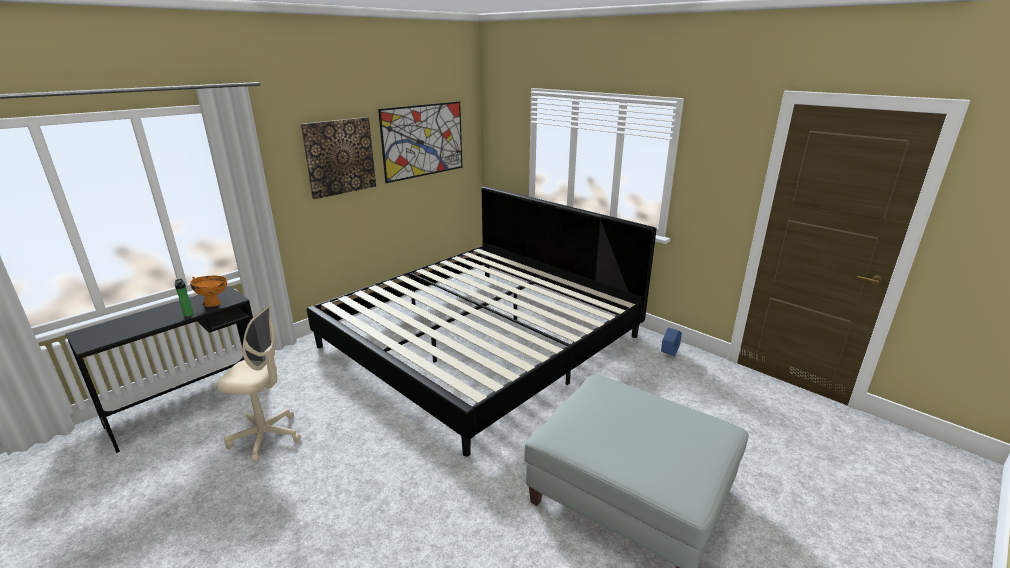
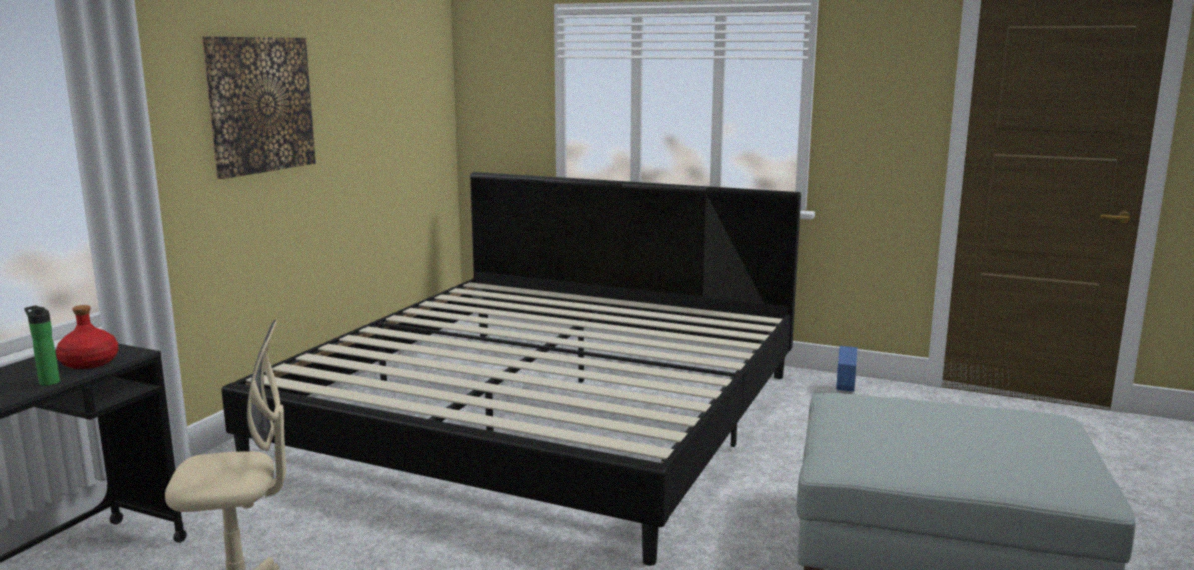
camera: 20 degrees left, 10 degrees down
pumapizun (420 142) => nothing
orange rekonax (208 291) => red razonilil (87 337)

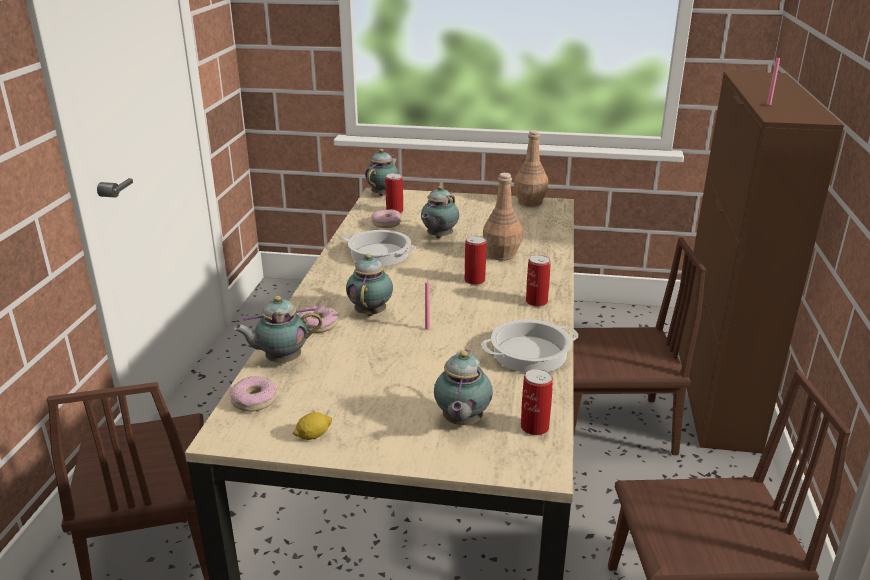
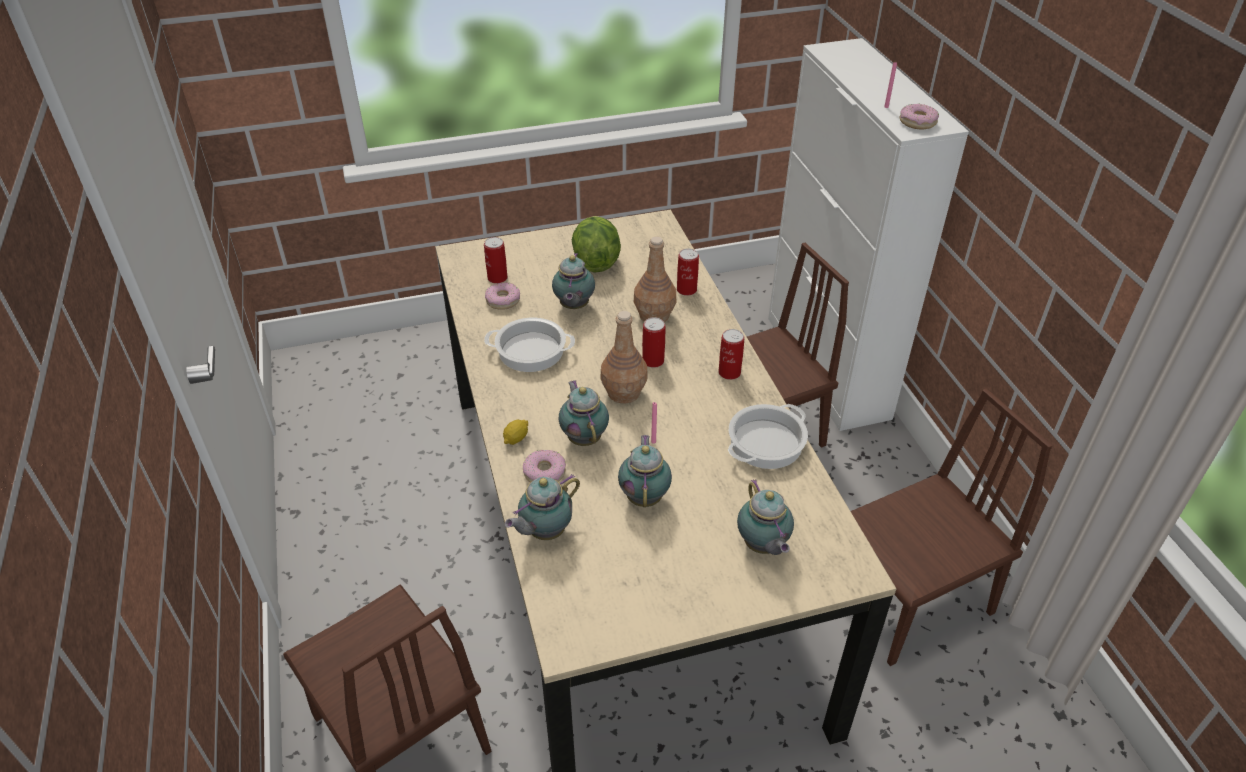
camera: 25 degrees left, 15 degrees up
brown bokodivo (761 262) => white bokodivo (868 234)
brown razonilil (531 168) => brown razonilil (624 357), moved
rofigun (382 172) => rofigun (645 471), moved
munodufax (537 402) => munodufax (688 272), moved
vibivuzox (253 394) => vibivuzox (919 116), moved
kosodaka (312 426) => kosodaka (515 432), moved
nothing => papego (596 244)

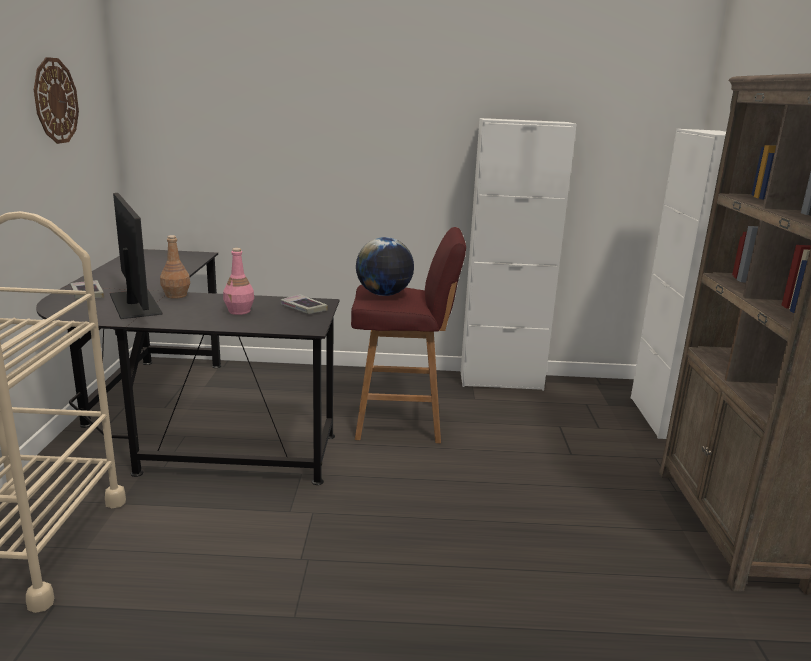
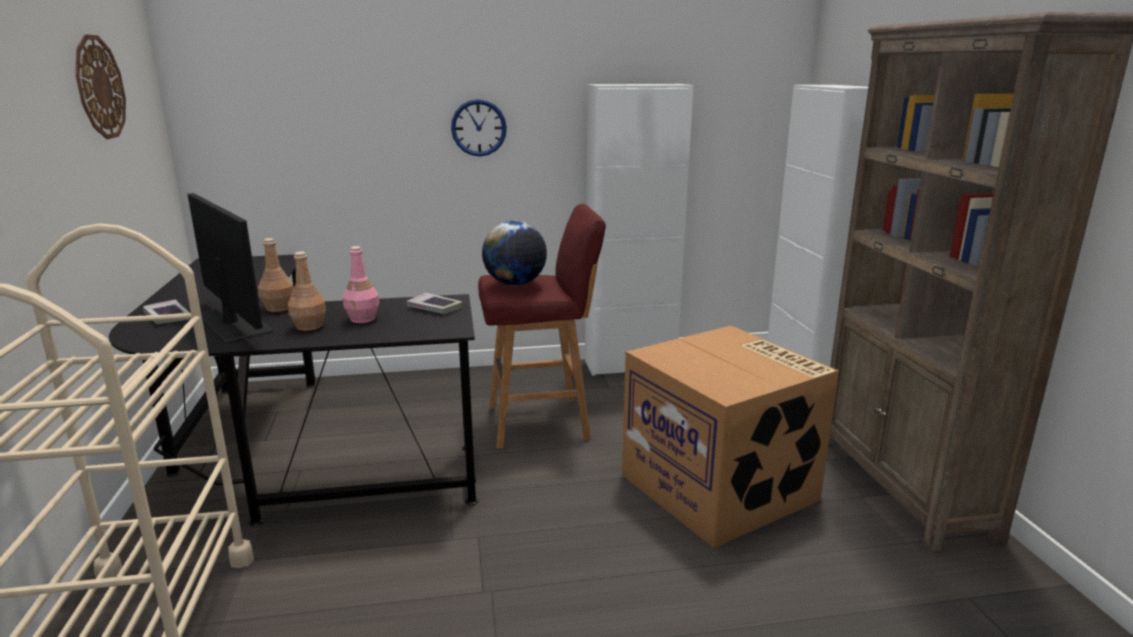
camera: 10 degrees left, 0 degrees up
nothing => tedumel (479 127)
nothing => brown razonilil (307 291)
nothing => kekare (730 437)

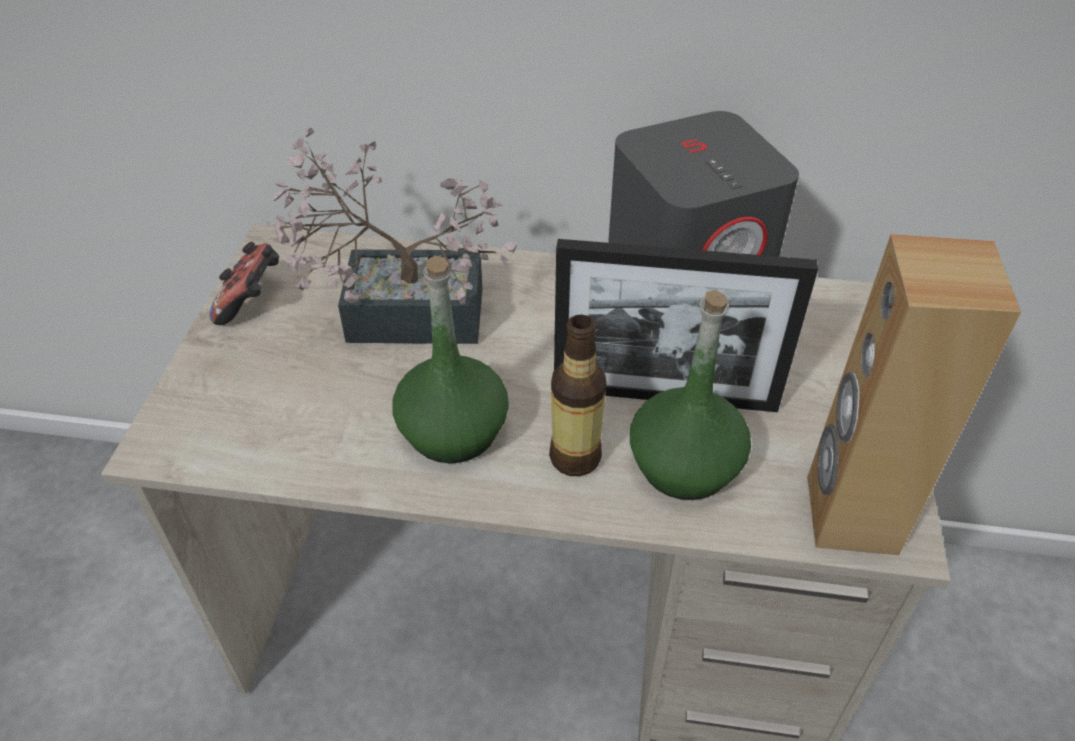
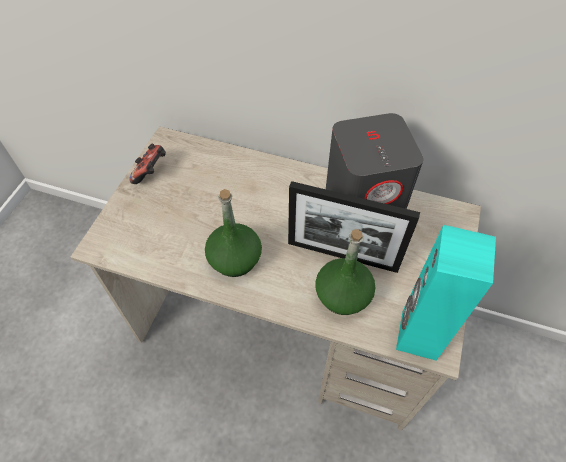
camera: 10 degrees right, 10 degrees up
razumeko (392 236) => nothing
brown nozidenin (914 394) => turquoise nozidenin (446 293)
razonilil (578 395) => nothing

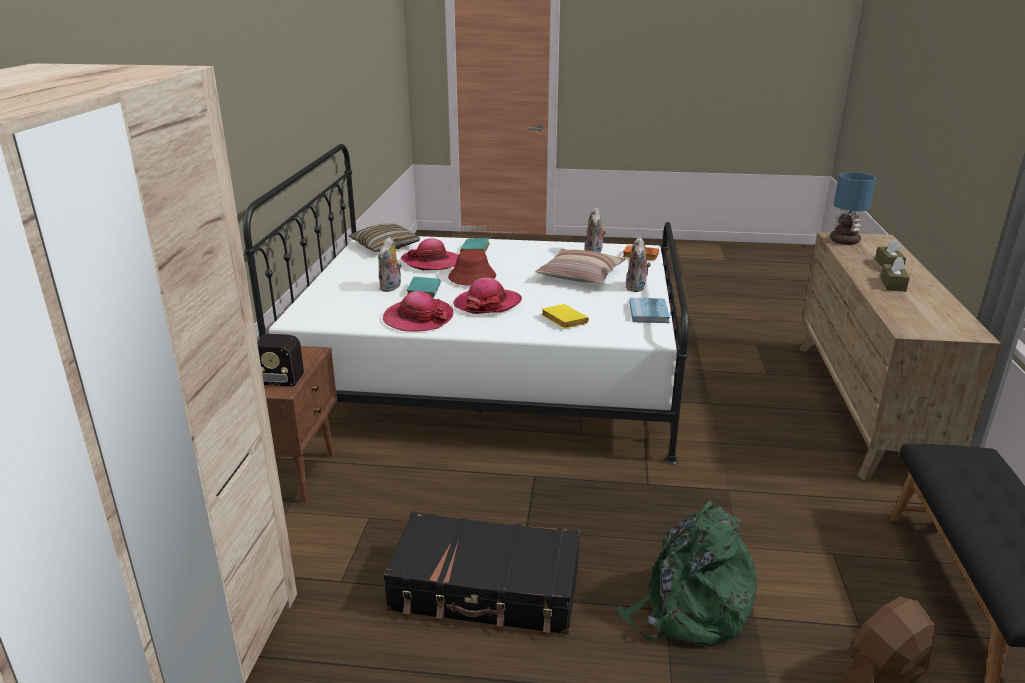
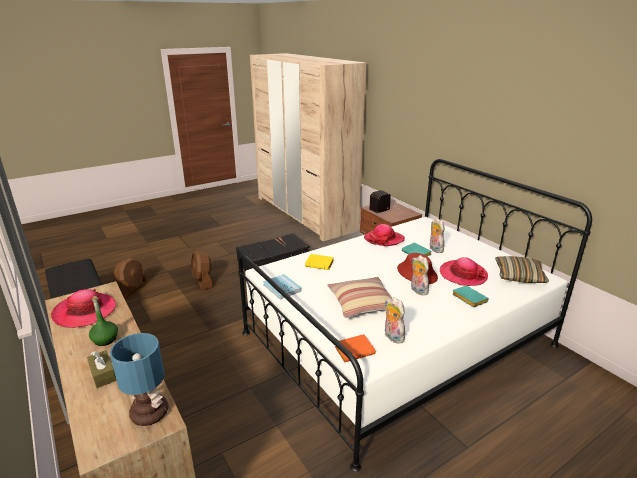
camera: 140 degrees right, 0 degrees up
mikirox (638 264) => mikirox (420 275), moved
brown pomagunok (895 274) => green razonilil (103 321)
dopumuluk (487 295) => dopumuluk (83 308), moved
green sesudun (686 574) => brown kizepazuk (202 270)

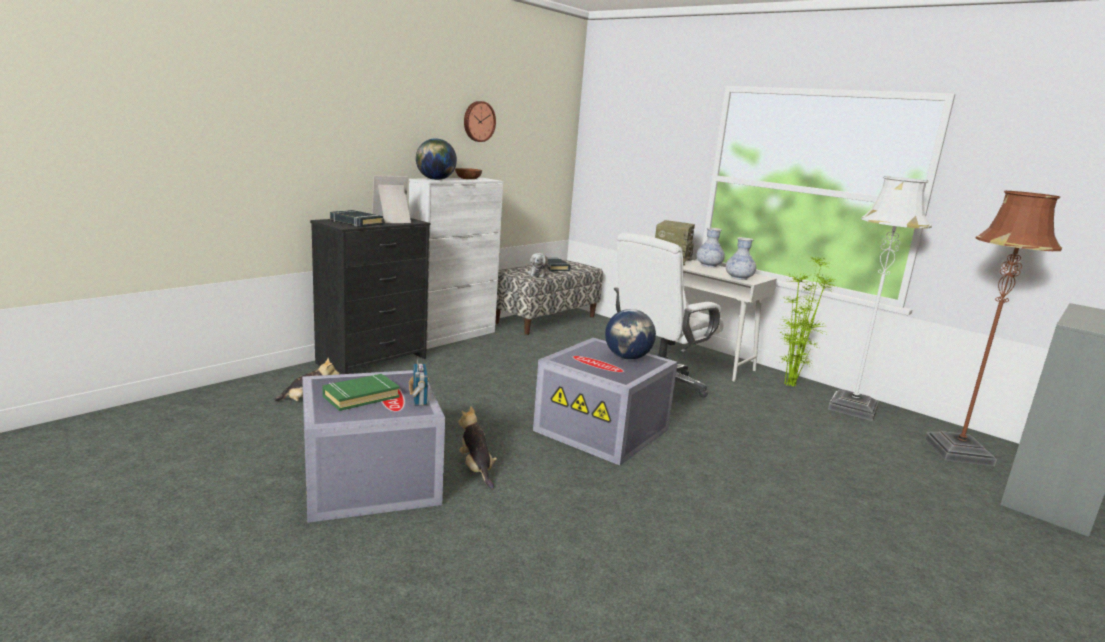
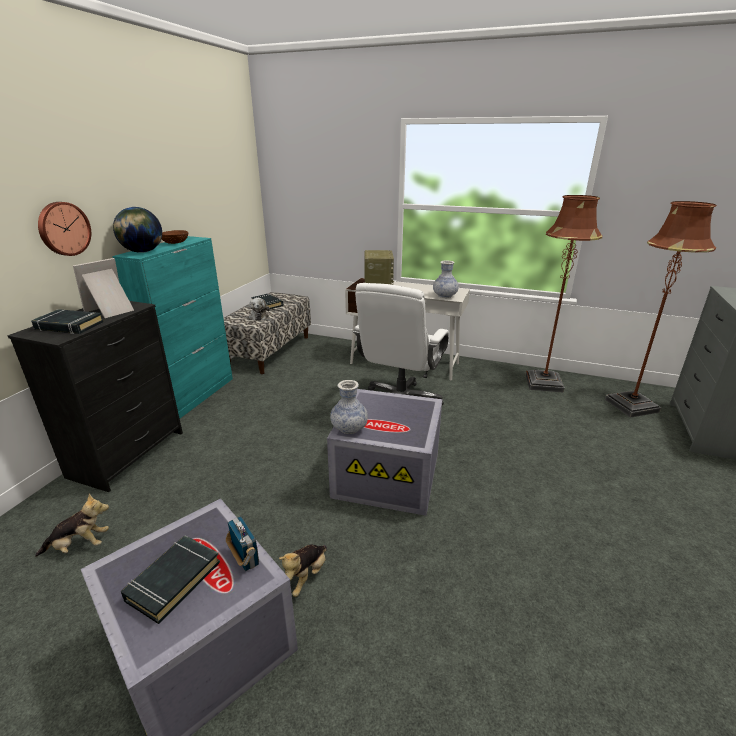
camera: 20 degrees left, 10 degrees up
tedumel (480 121) => tedumel (64 229), moved
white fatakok (880 298) => brown fatakok (564 294)
white bokodivo (456 263) => turquoise bokodivo (172 327)
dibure (710 247) => dibure (349 407), moved
razumeko (807 321) => nothing
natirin (630 334) => nothing
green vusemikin (361 392) => black vusemikin (170 580)
mikirox (477 447) => mikirox (303 571), 105 degrees counterclockwise

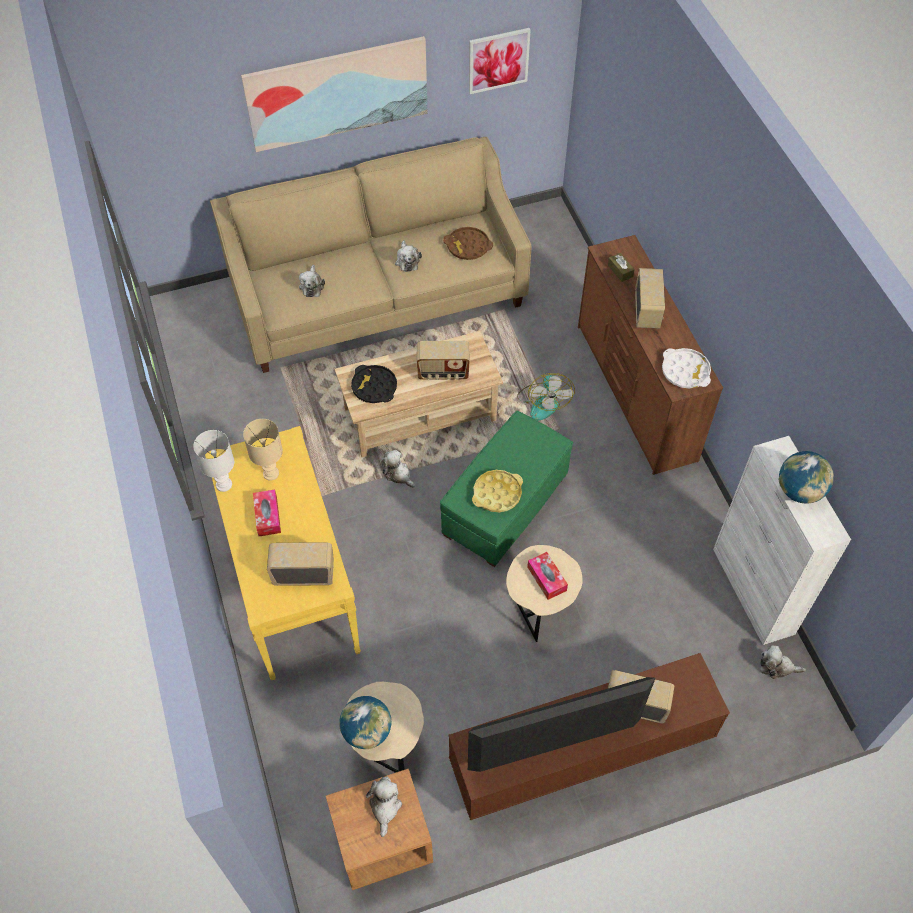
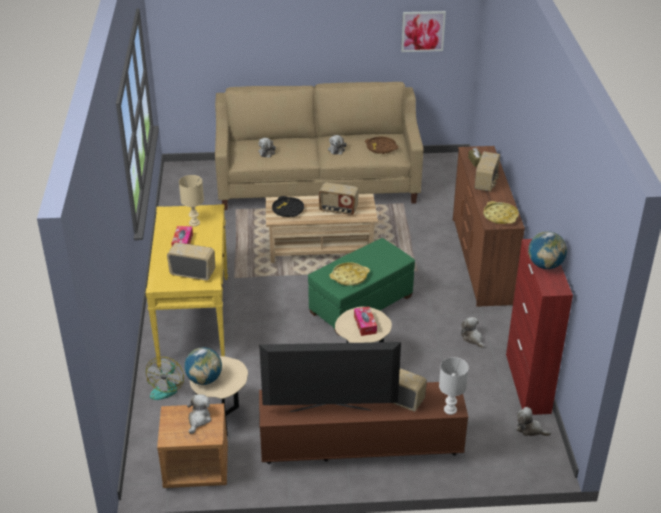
camera: 15 degrees right, 20 degrees down
pumapizun (334 94) => nothing
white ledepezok (686 368) => yellow ledepezok (501 212)
kizepazuk (546 396) => kizepazuk (165 378), moved
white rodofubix (213 461) => white rodofubix (454 386), moved
white bokodivo (782 540) => red bokodivo (539 327)
mikirox (398 469) => mikirox (473 332), moved

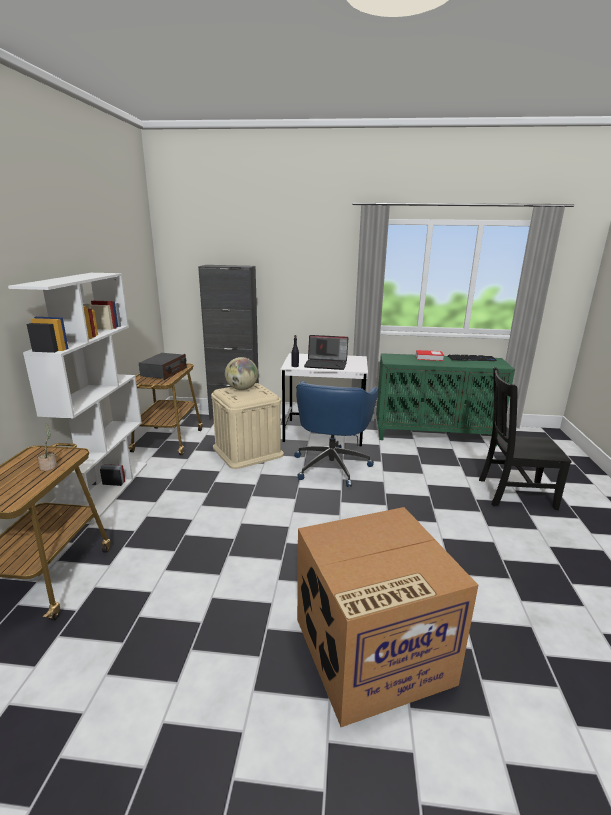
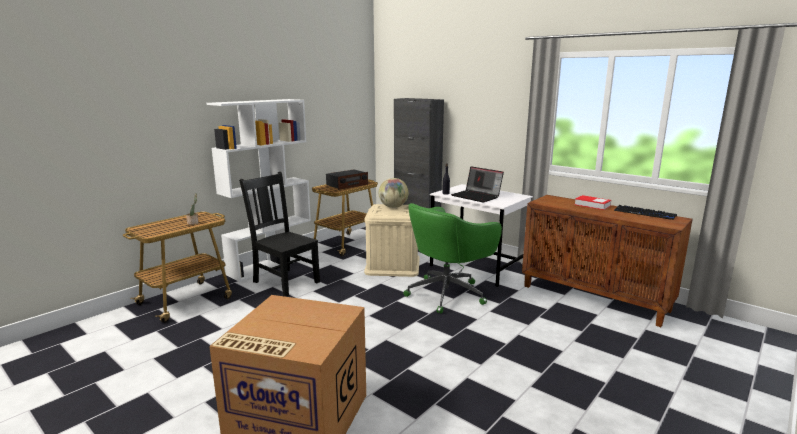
camera: 35 degrees right, 5 degrees down
green bokodivo (445 400) => brown bokodivo (607 261)
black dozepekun (525 438) => black dozepekun (279 234), moved
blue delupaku (336 434) => green delupaku (452 258)

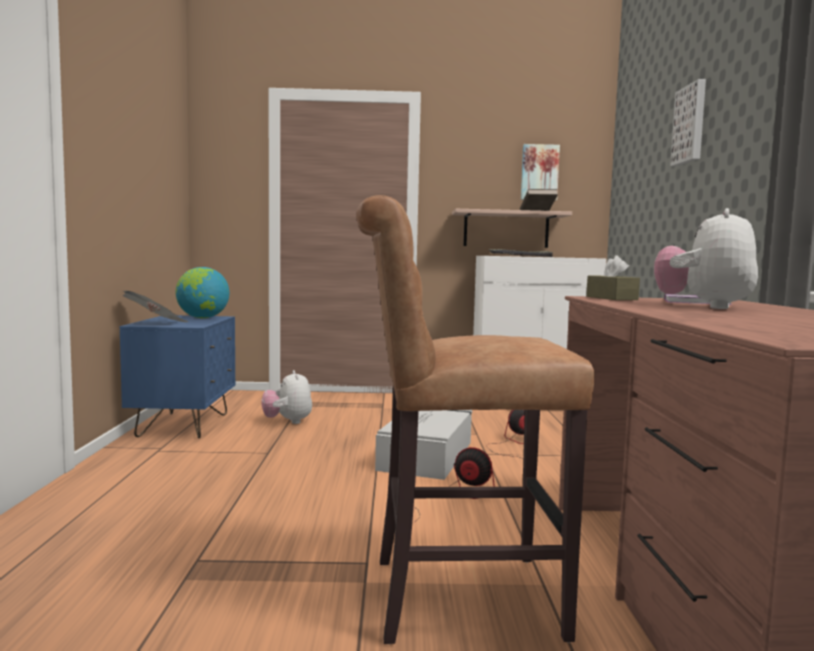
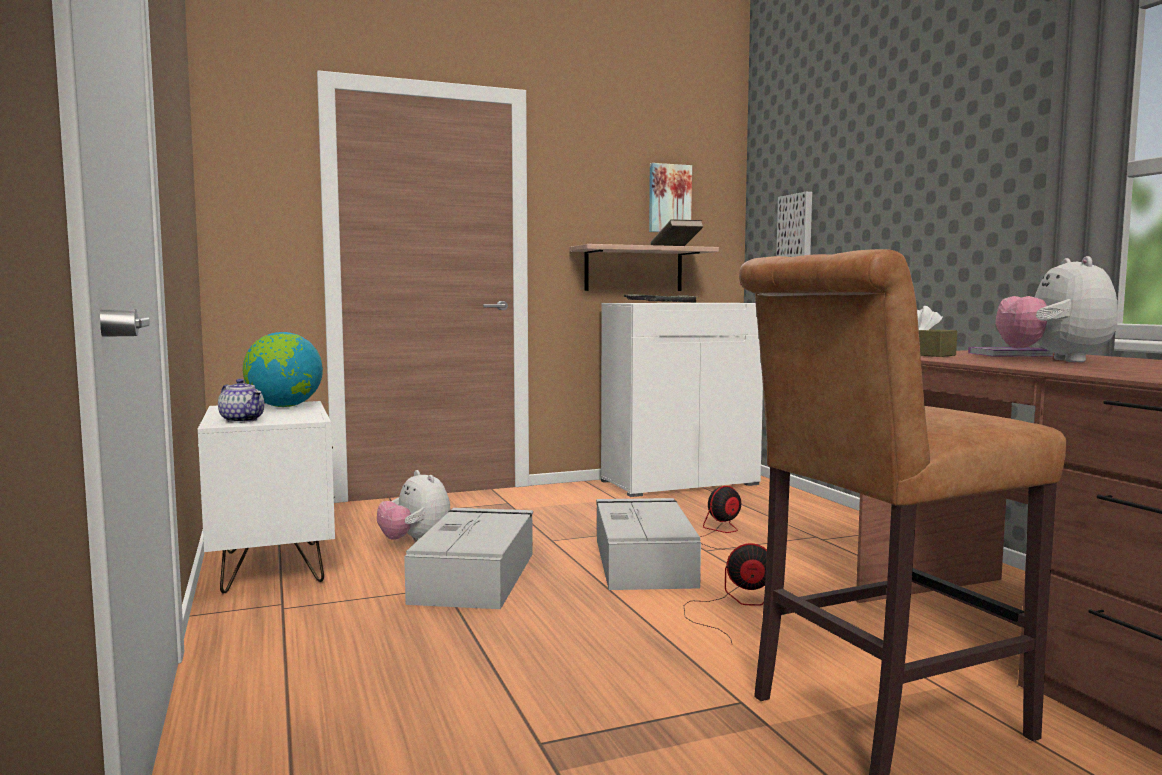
camera: 20 degrees left, 0 degrees up
pumapizun (688 122) => pumapizun (794 224), moved
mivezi (155 306) => rofigun (241 401)
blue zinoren (177 376) => white zinoren (266 497)
nothing => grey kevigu (468 558)

